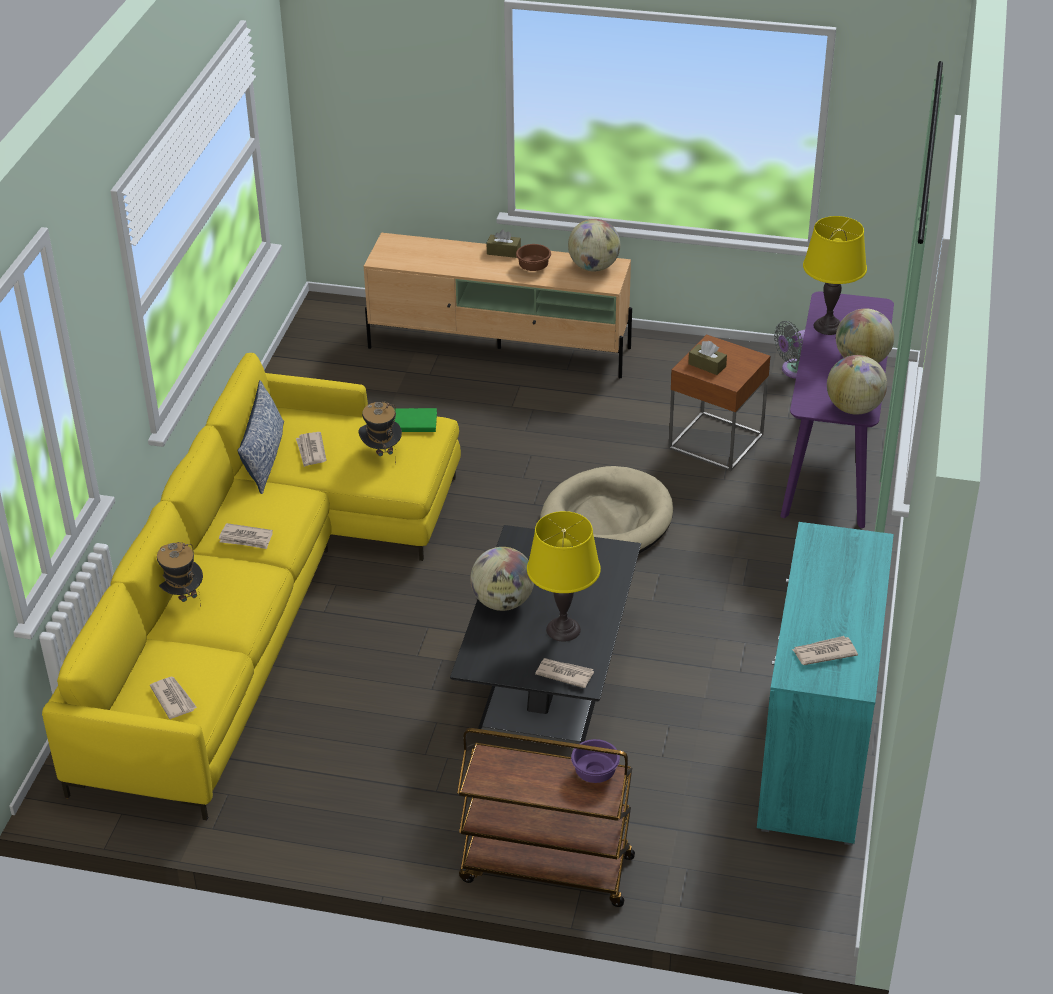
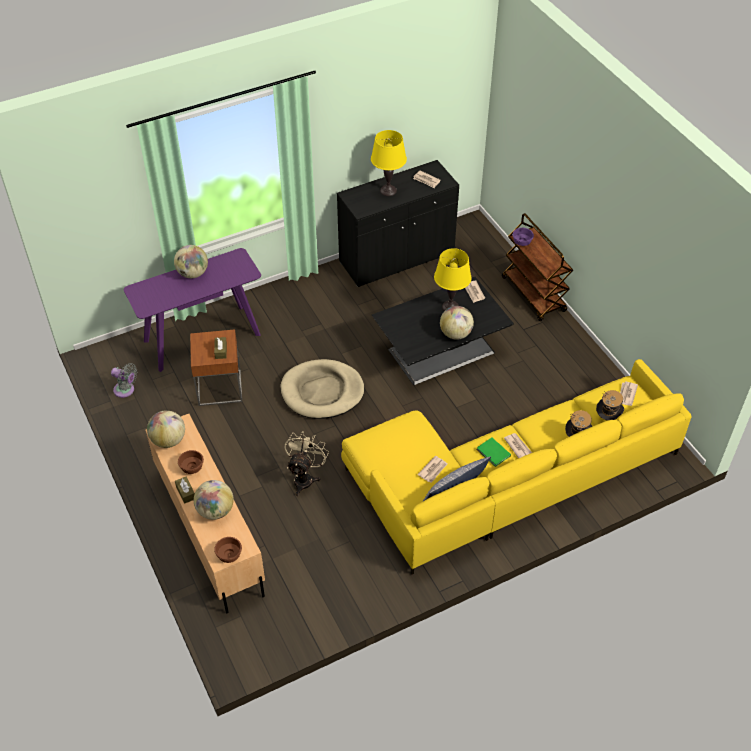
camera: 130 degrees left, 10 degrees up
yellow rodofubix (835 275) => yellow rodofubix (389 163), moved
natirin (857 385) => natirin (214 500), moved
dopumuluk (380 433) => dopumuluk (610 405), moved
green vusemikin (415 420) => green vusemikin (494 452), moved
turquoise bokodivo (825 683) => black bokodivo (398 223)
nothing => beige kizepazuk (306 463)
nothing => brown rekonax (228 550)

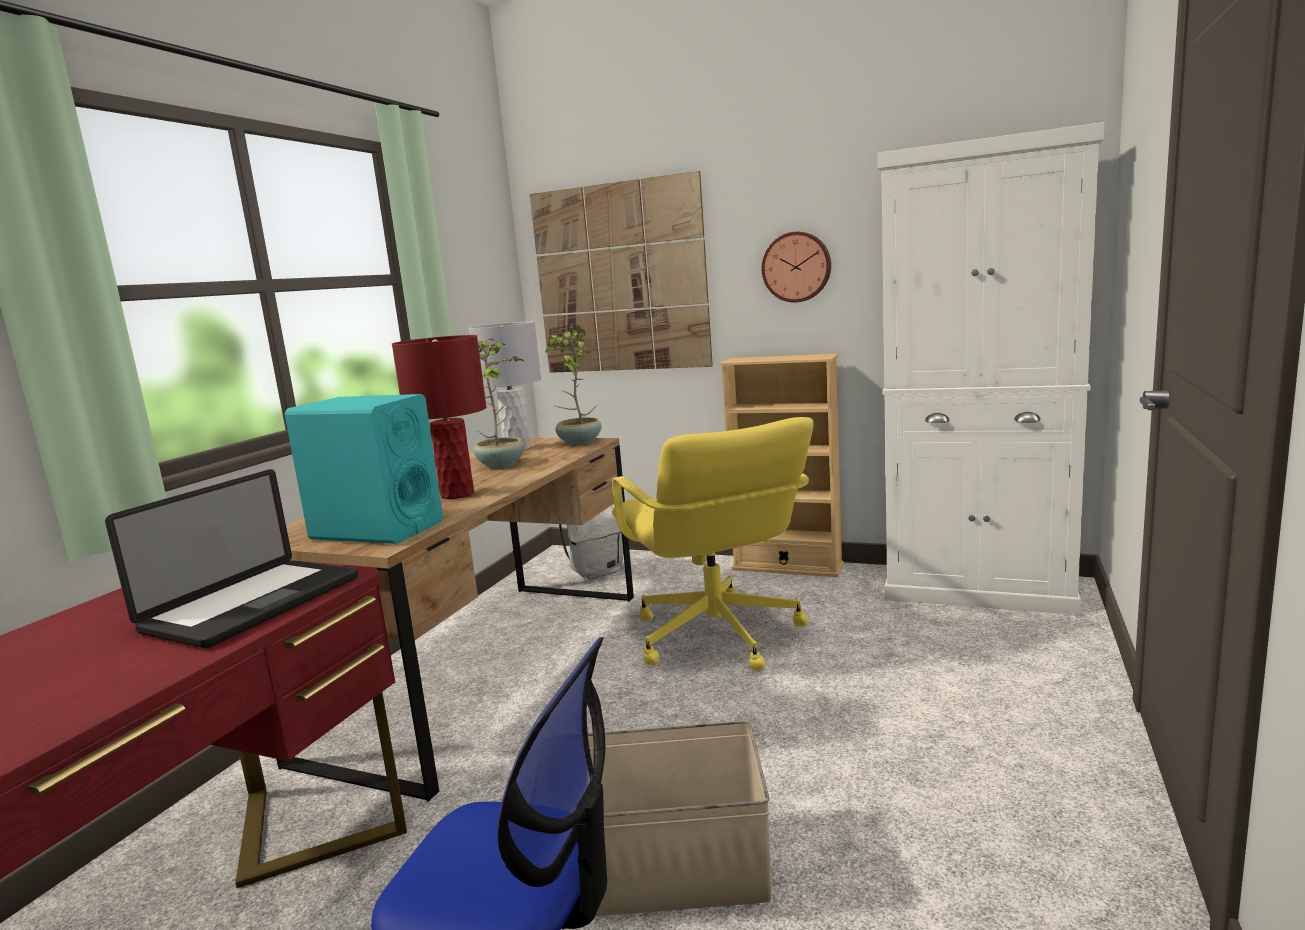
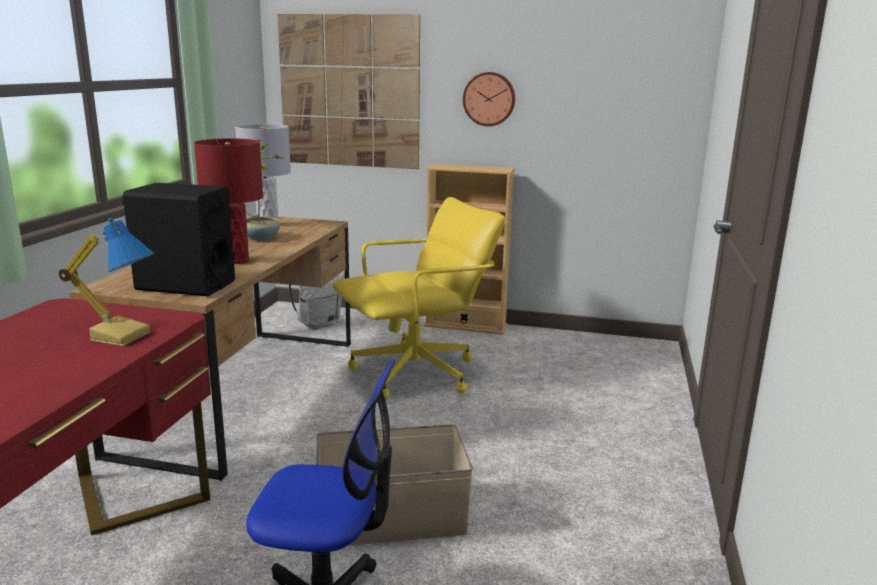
camera: 10 degrees left, 5 degrees up
white bokodivo (991 368) => nothing
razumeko (574 386) => nothing
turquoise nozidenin (364 469) => black nozidenin (178 239)
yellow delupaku (712 544) => yellow delupaku (418 298), 90 degrees counterclockwise
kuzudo (231 558) => rodofubix (106 282)

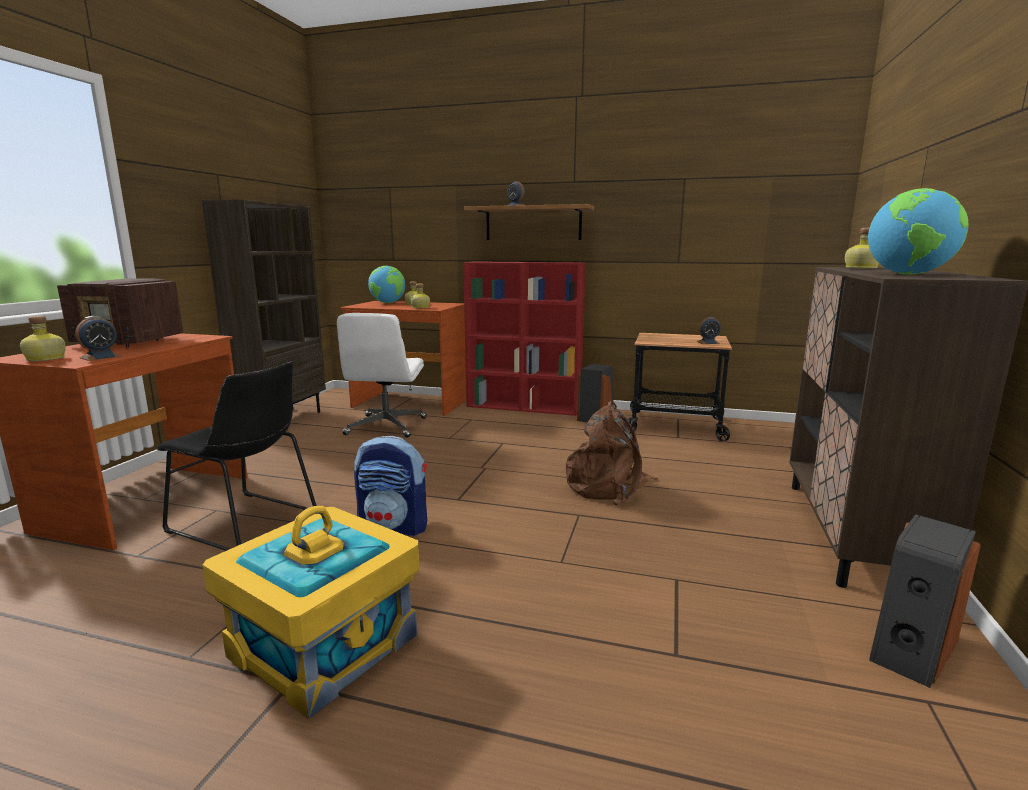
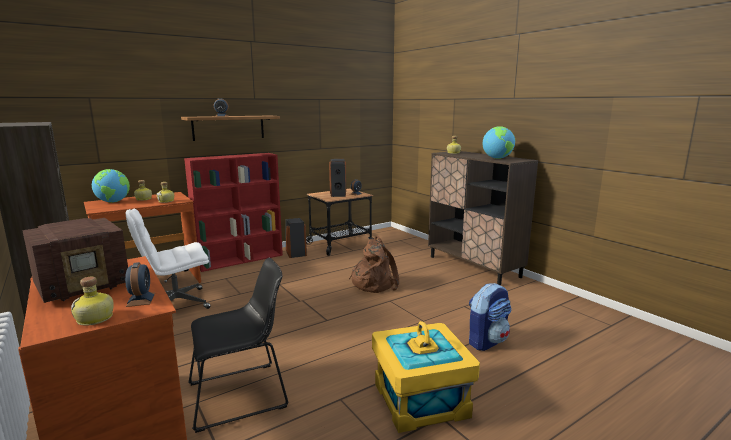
camera: 50 degrees left, 0 degrees up
white delupaku (382 375) => white delupaku (168 259), 105 degrees clockwise
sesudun (390 486) => sesudun (490 317), moved
nozidenin (925 601) => nozidenin (337 178), moved

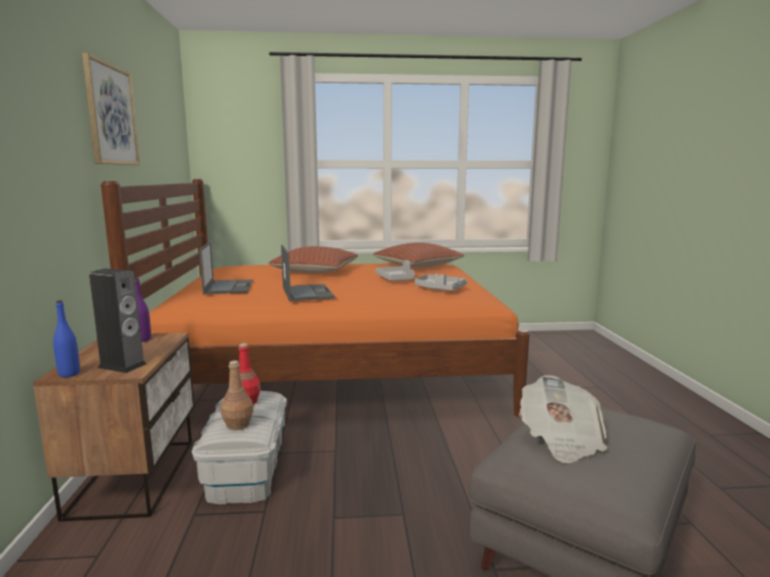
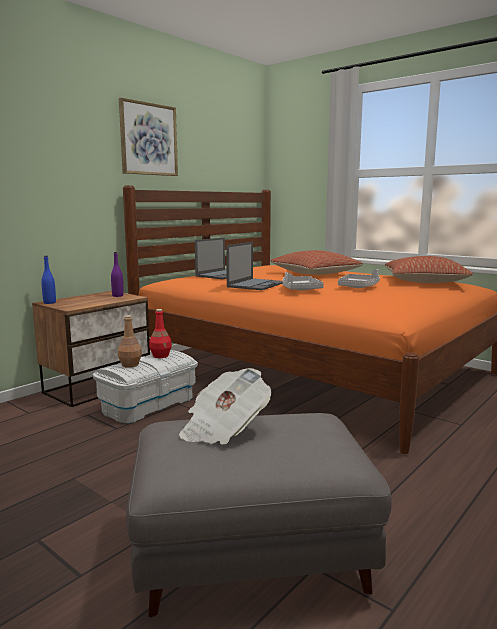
camera: 45 degrees right, 0 degrees up
nozidenin (118 320) => nothing
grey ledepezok (441 282) => grey ledepezok (303 281), moved

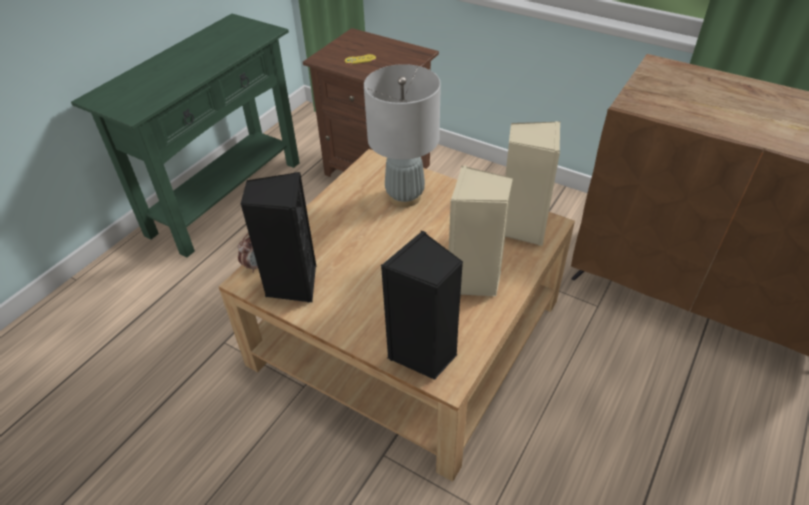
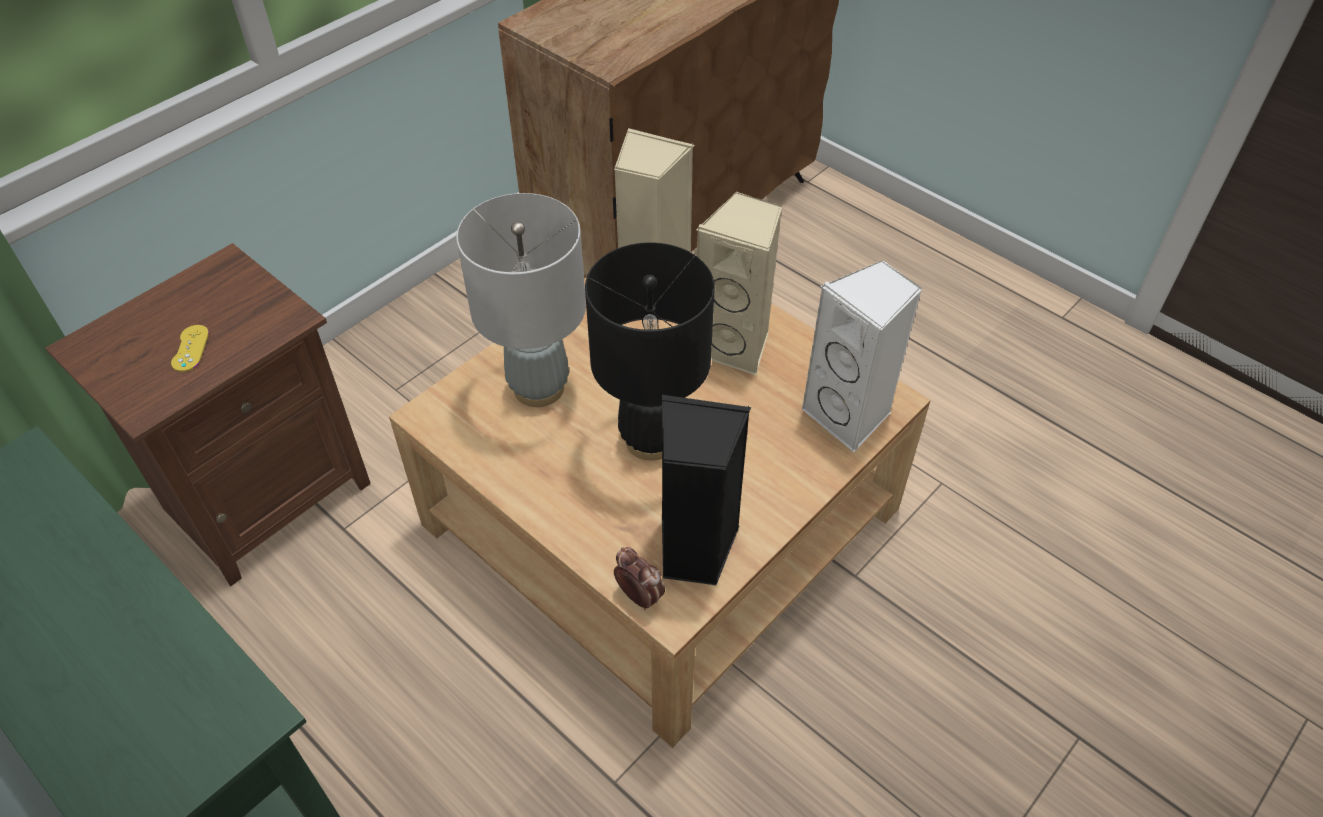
camera: 80 degrees left, 5 degrees up
black nozidenin (422 305) => white nozidenin (862 356)
nothing => black rodofubix (650 351)

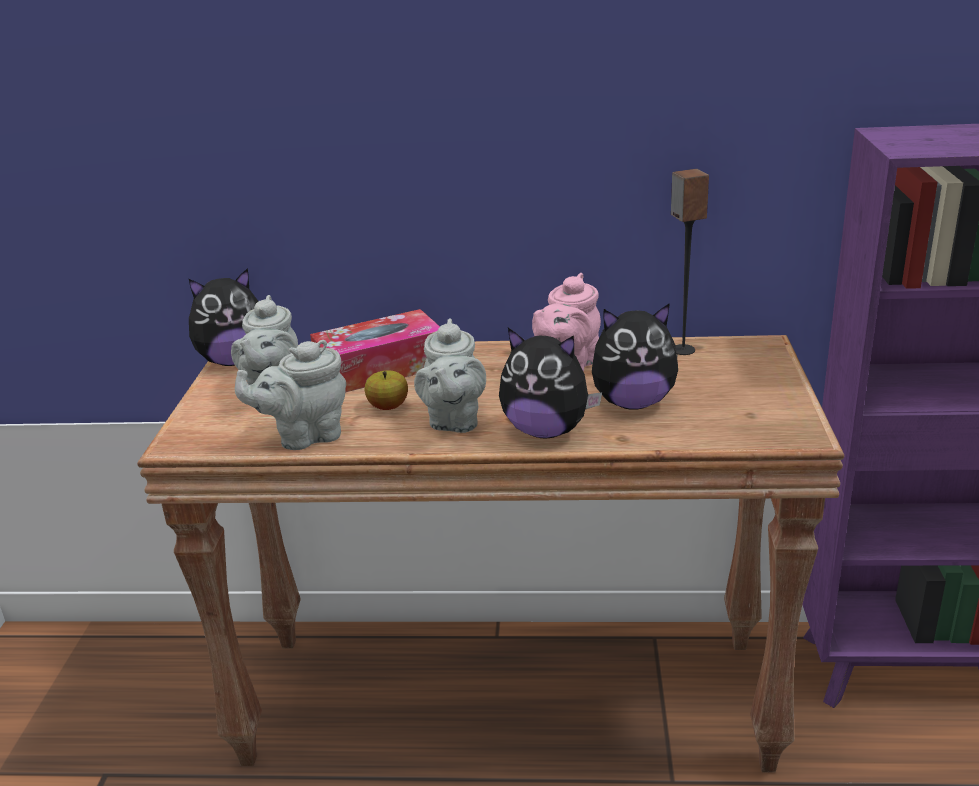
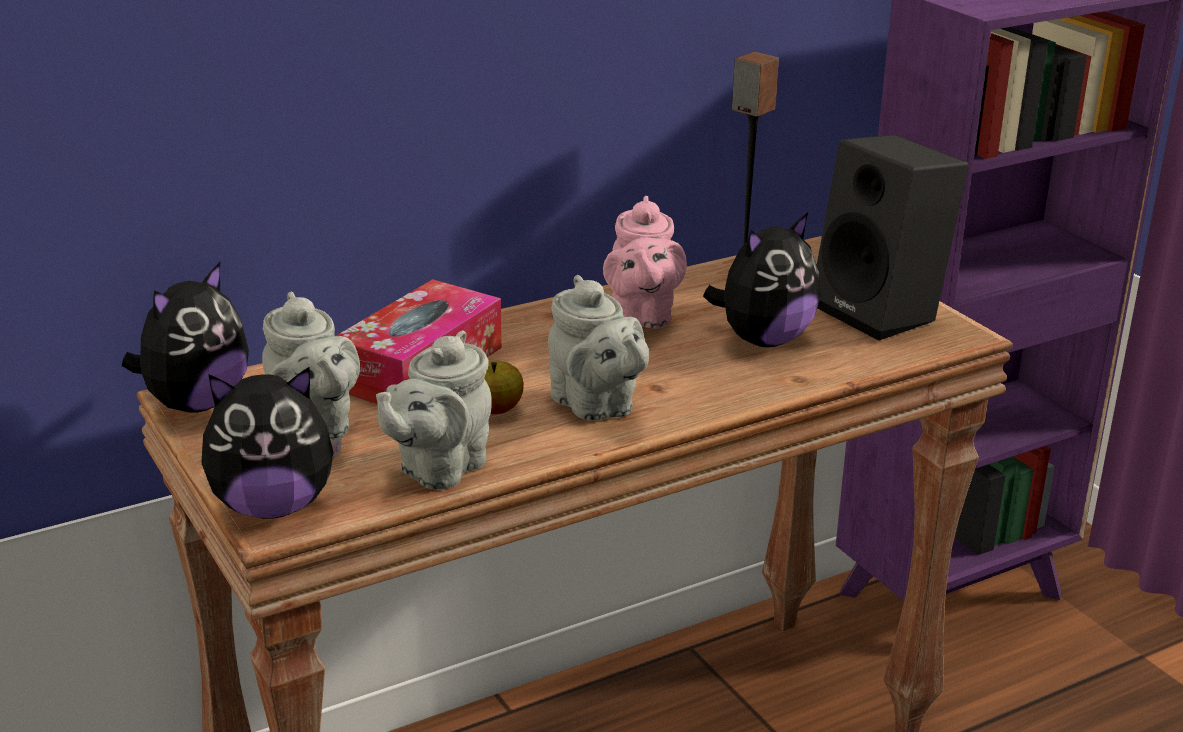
camera: 35 degrees left, 0 degrees up
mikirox (550 383) => mikirox (272 443), moved
nothing => black nozidenin (893 238)

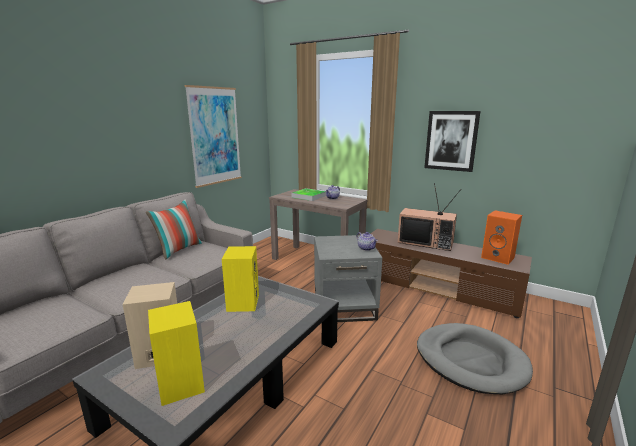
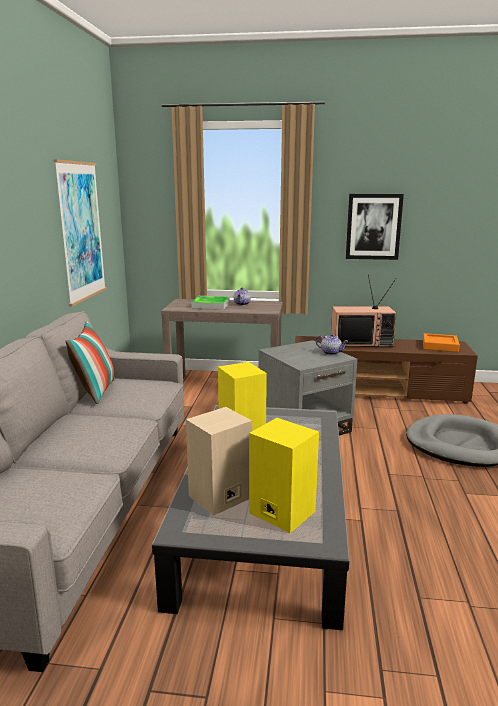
camera: 25 degrees left, 0 degrees up
orange nozidenin (501 237) => orange ledepezok (441 342)

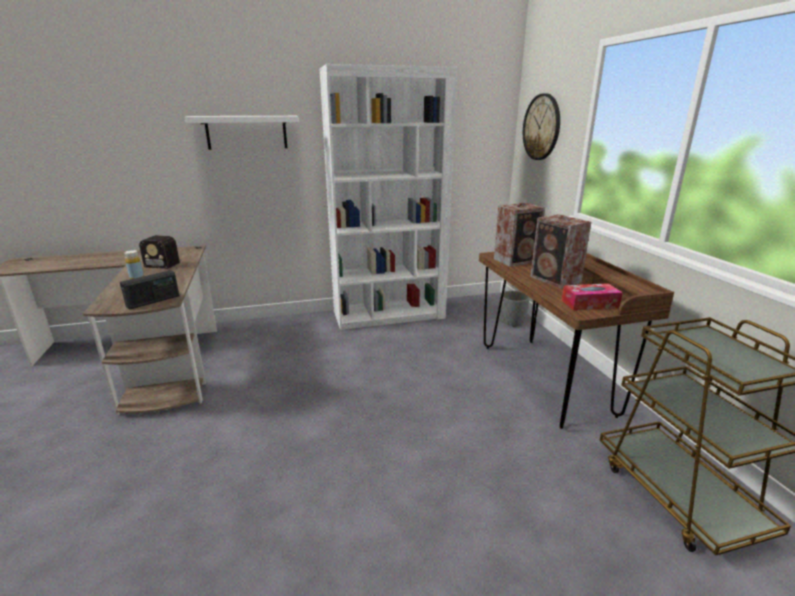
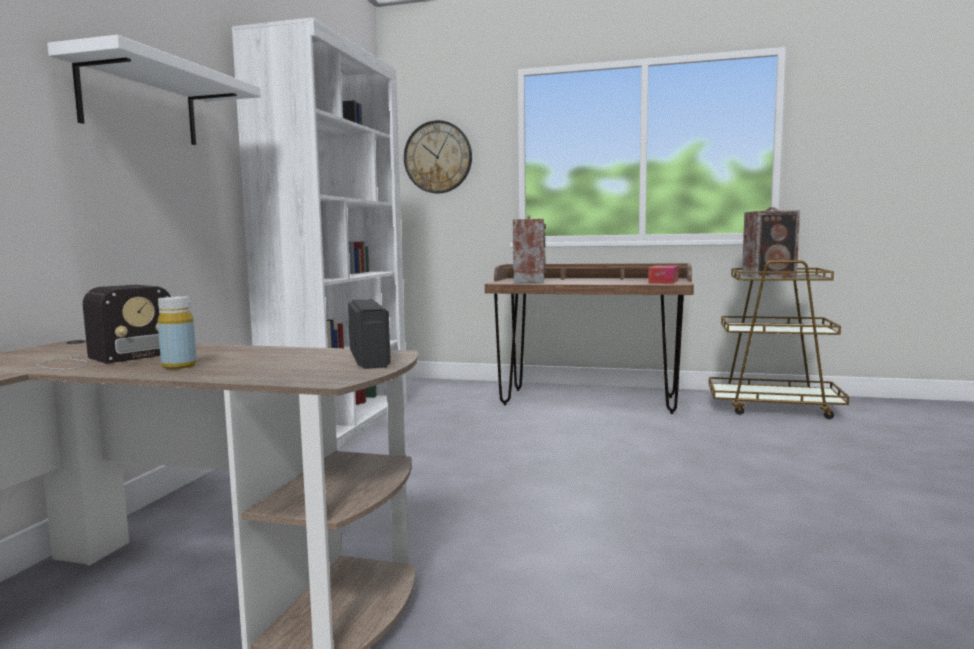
camera: 60 degrees left, 15 degrees down
nozidenin (560 251) => nozidenin (771 242), moved
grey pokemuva (515 309) => nothing

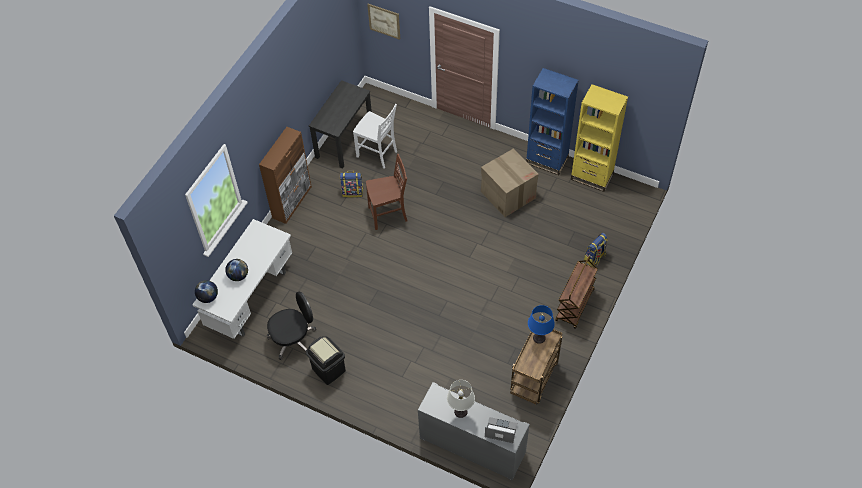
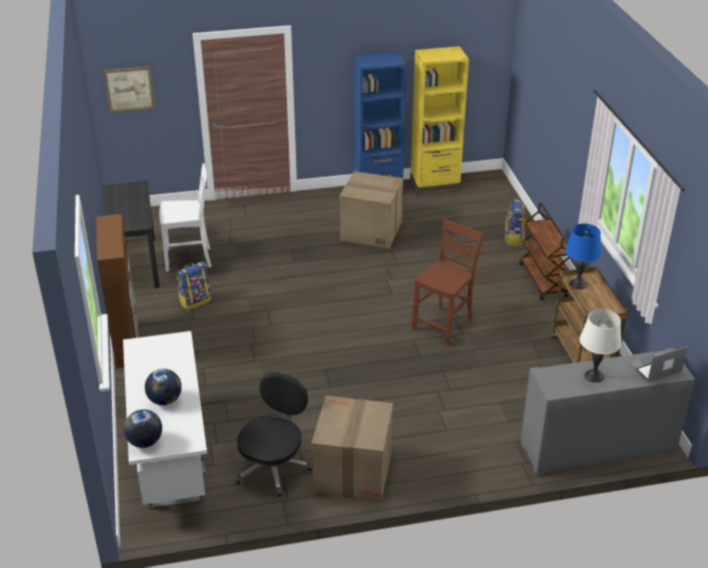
camera: 40 degrees left, 20 degrees down
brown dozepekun (386 192) => brown dozepekun (448 282), moved
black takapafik (326 360) => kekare (352 448)

